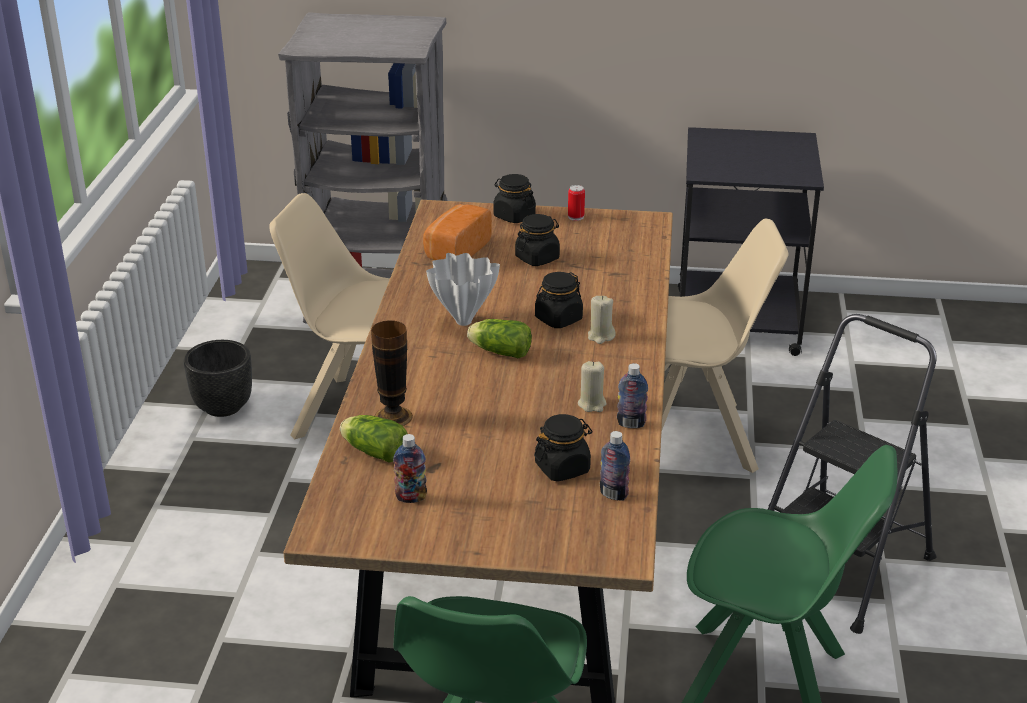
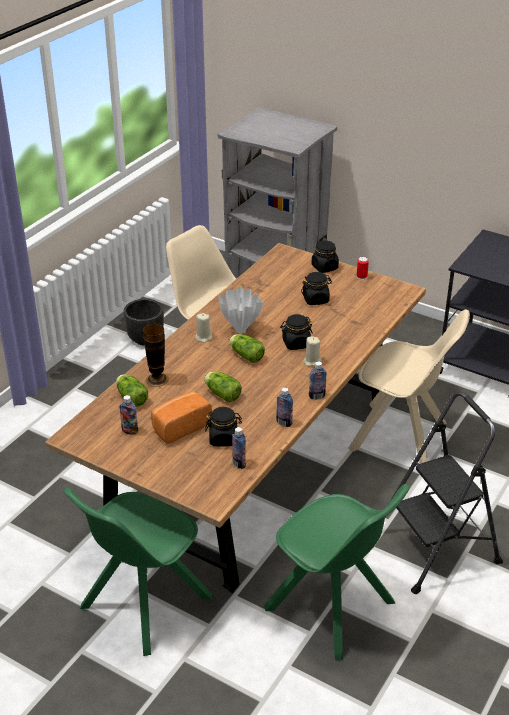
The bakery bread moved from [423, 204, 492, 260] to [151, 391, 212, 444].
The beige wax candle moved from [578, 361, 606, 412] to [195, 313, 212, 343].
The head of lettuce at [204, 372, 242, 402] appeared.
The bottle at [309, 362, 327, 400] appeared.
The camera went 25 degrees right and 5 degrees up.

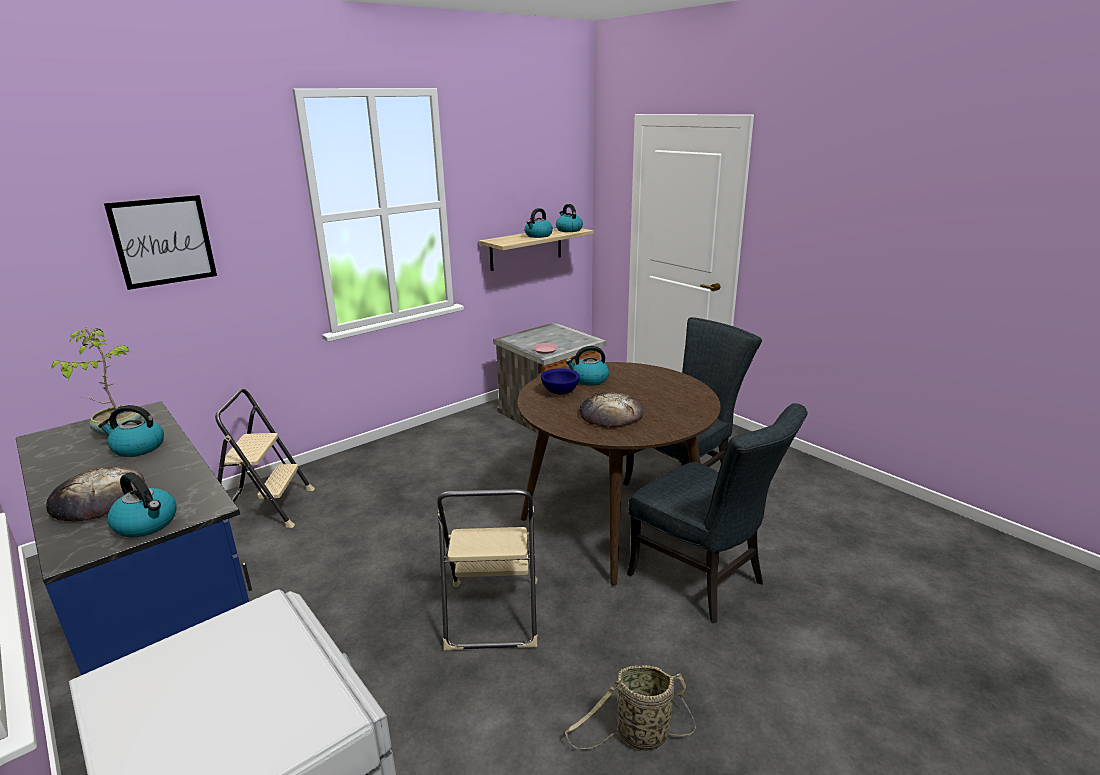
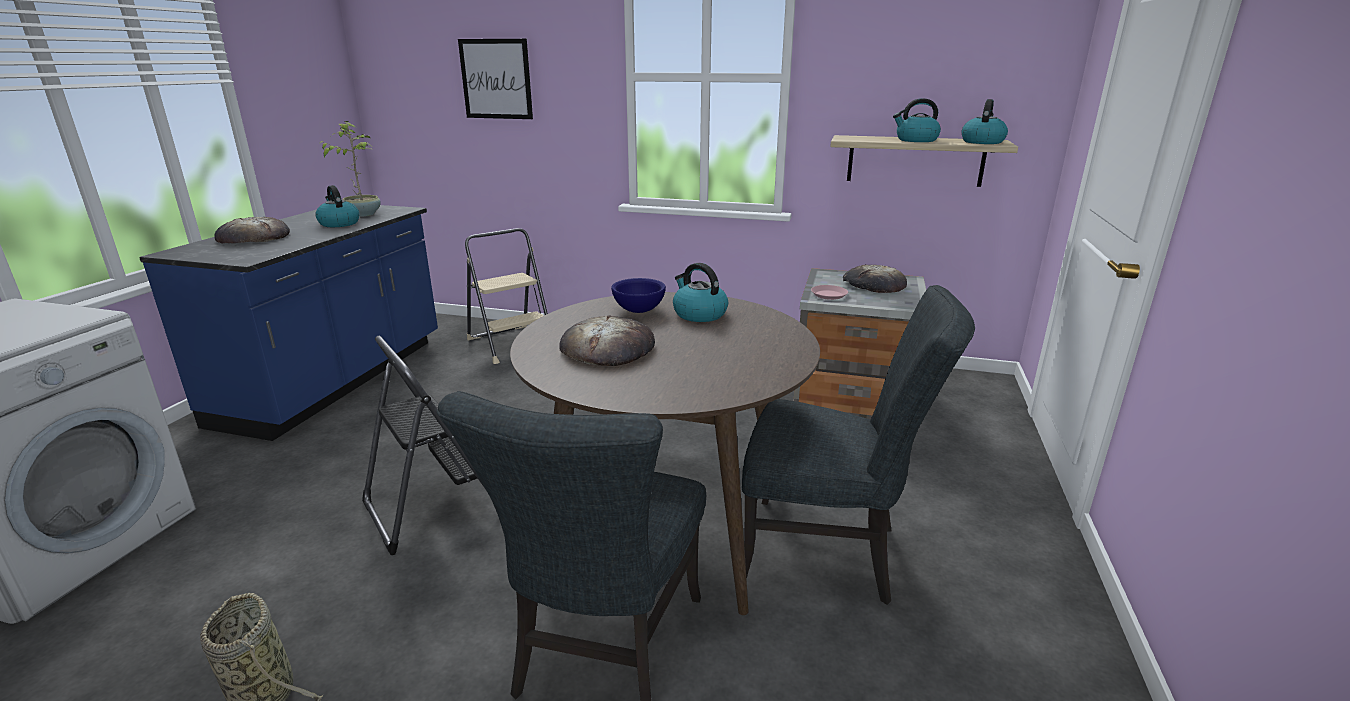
The kettle at [107, 472, 177, 537] disappeared.
The beige step stool at [437, 489, 538, 650] became the black-coloured step stool at [362, 336, 486, 555].
The bakery bread at [843, 264, 907, 293] appeared.
The camera went 55 degrees right and 0 degrees up.

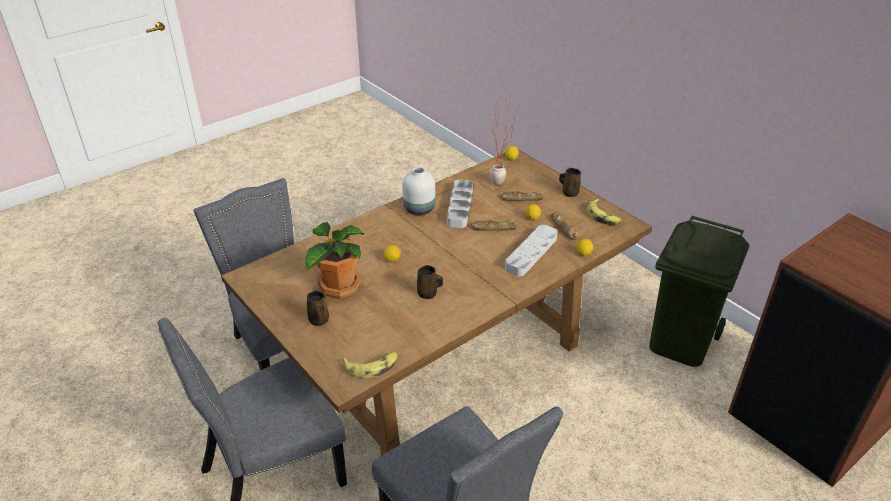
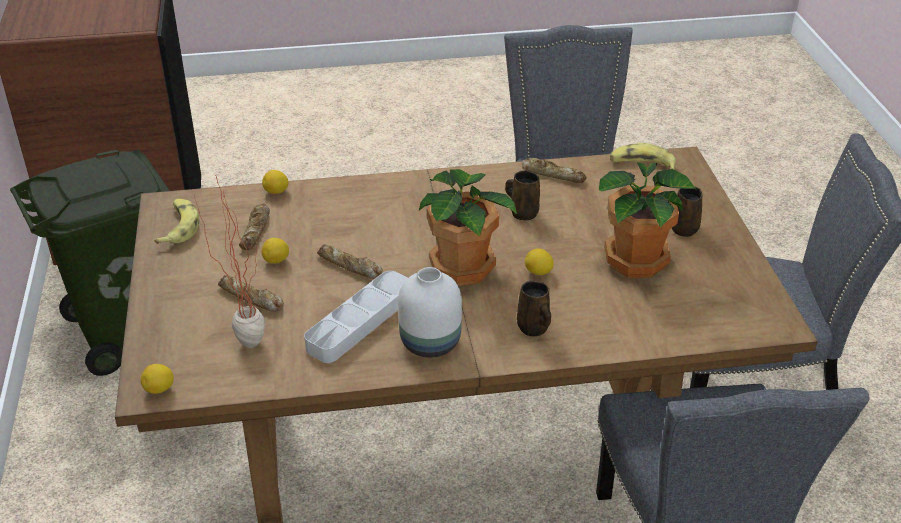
The greyish serving tray at [505, 225, 558, 276] disappeared.
The brown tea mug moved from [559, 168, 581, 197] to [517, 281, 551, 336].
The houseplant at [419, 169, 517, 286] appeared.
The bakery bread at [522, 158, 587, 183] appeared.
The camera went 150 degrees left and 0 degrees up.

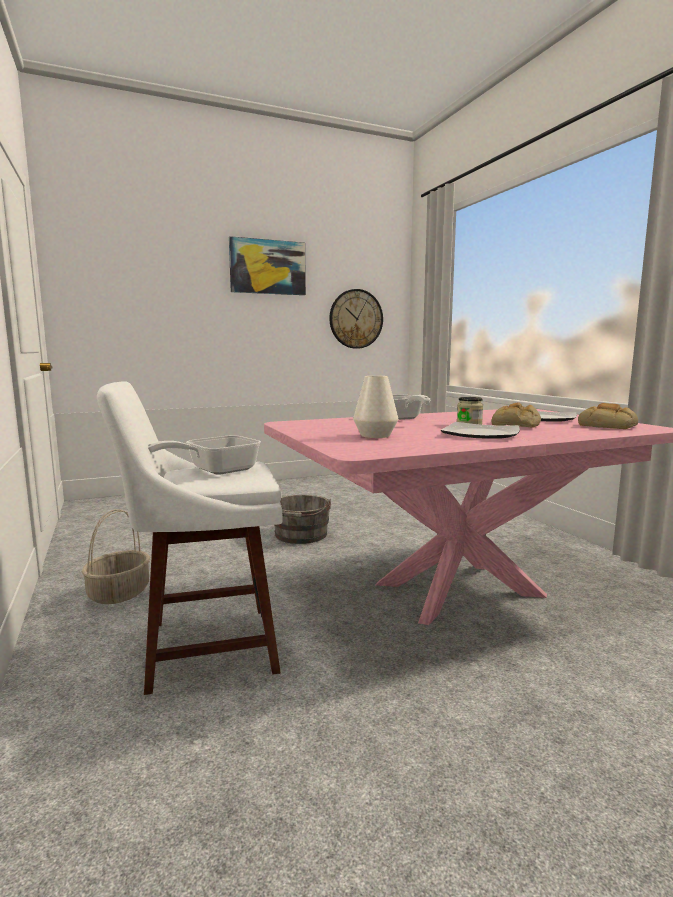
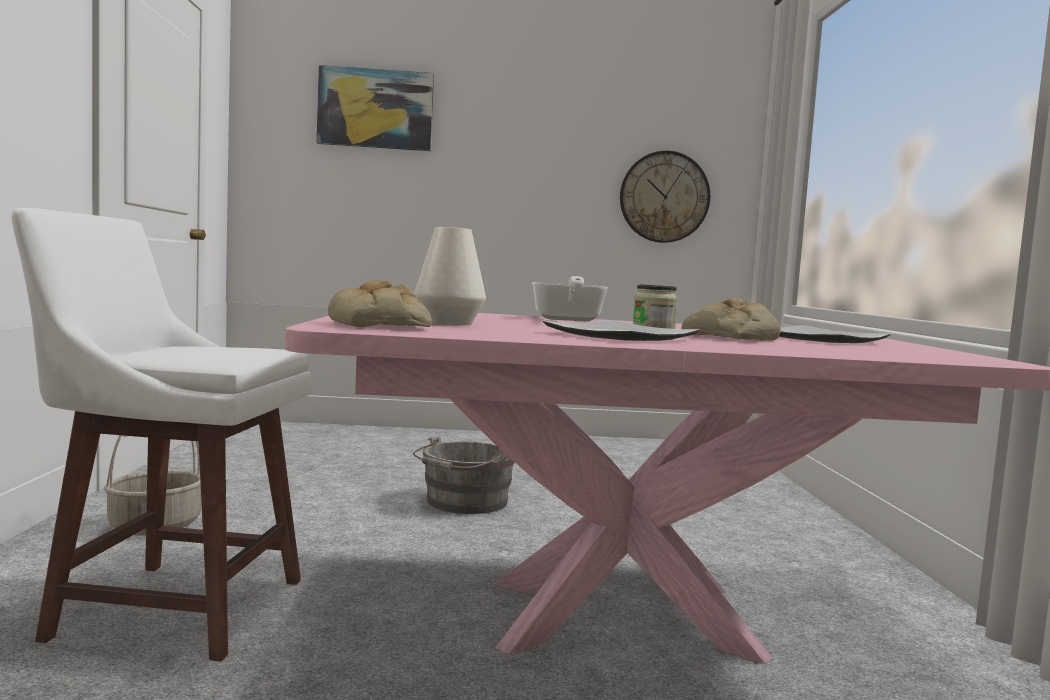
The skillet at [148, 435, 261, 474] disappeared.
The wall picture moved from [229, 236, 306, 295] to [317, 65, 434, 151].
The bakery bread moved from [578, 403, 638, 429] to [328, 280, 432, 327].
The camera went 20 degrees right and 5 degrees down.

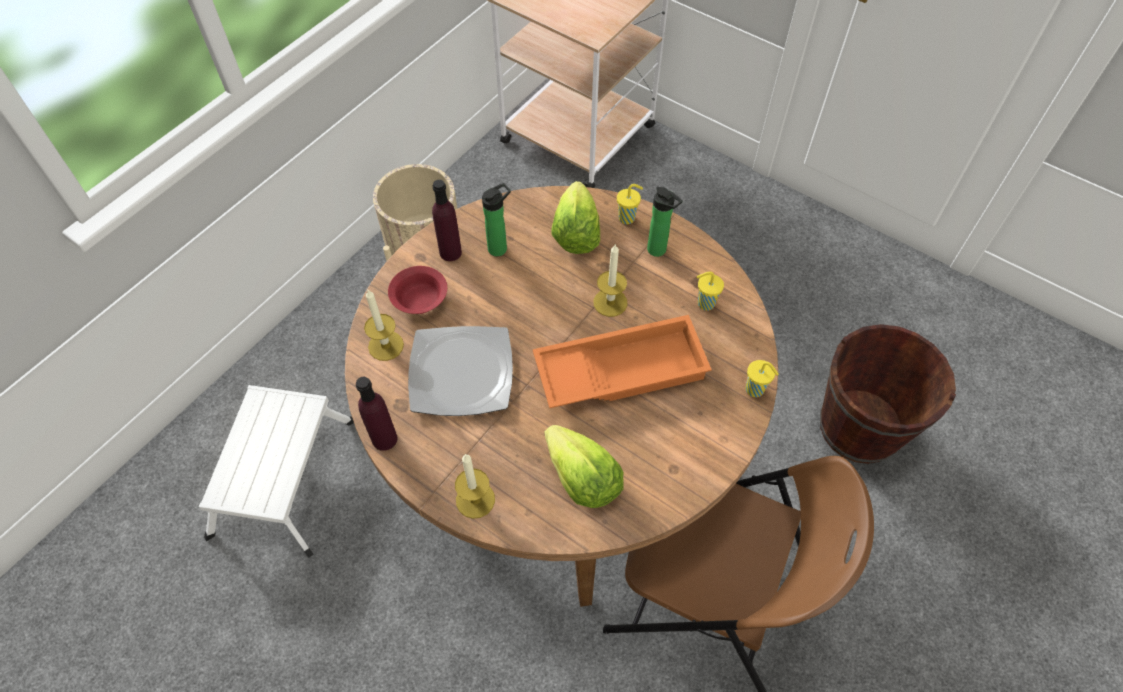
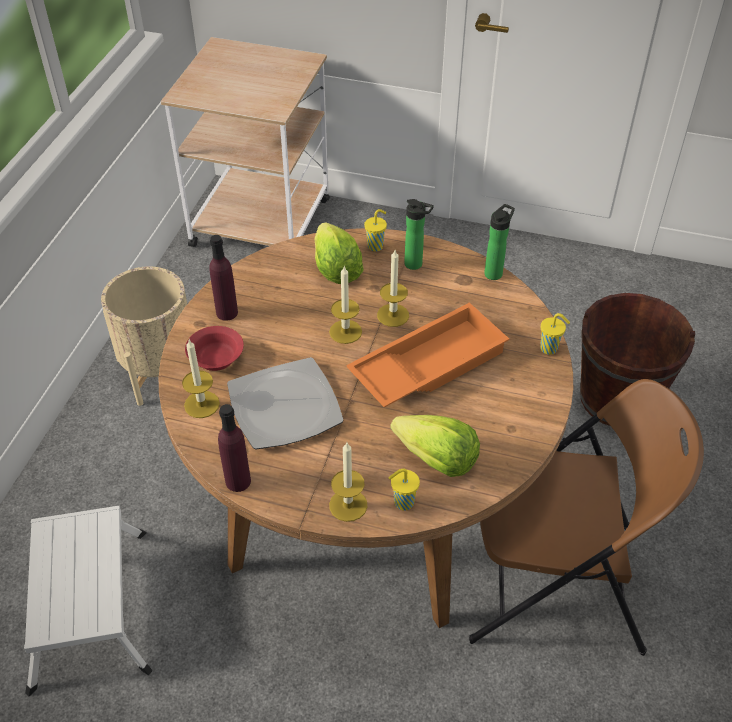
The bottle moved from [482, 183, 511, 256] to [484, 204, 515, 280].
The yellow-coloured drinking cup moved from [697, 272, 724, 311] to [388, 469, 420, 511].
The wax candle at [329, 266, 362, 344] appeared.
The camera went 20 degrees left and 10 degrees down.

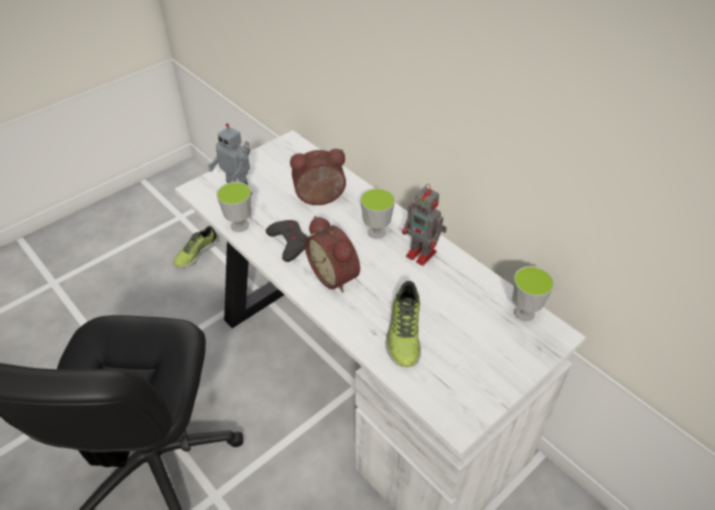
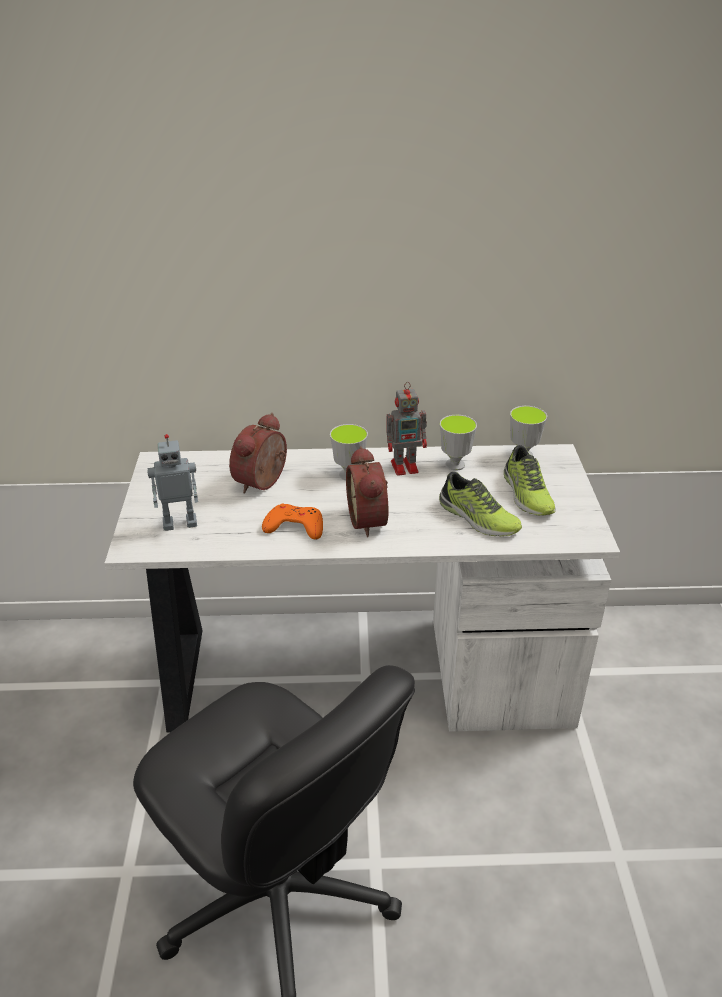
The shoe moved from [174, 226, 219, 268] to [504, 445, 556, 515].
The drinking cup moved from [216, 182, 251, 232] to [440, 415, 477, 471].
The greyish game controller at [266, 220, 307, 262] became the orange game controller at [262, 504, 323, 539].
The table clock at [305, 216, 360, 293] turned 75 degrees clockwise.
The camera went 50 degrees left and 10 degrees down.

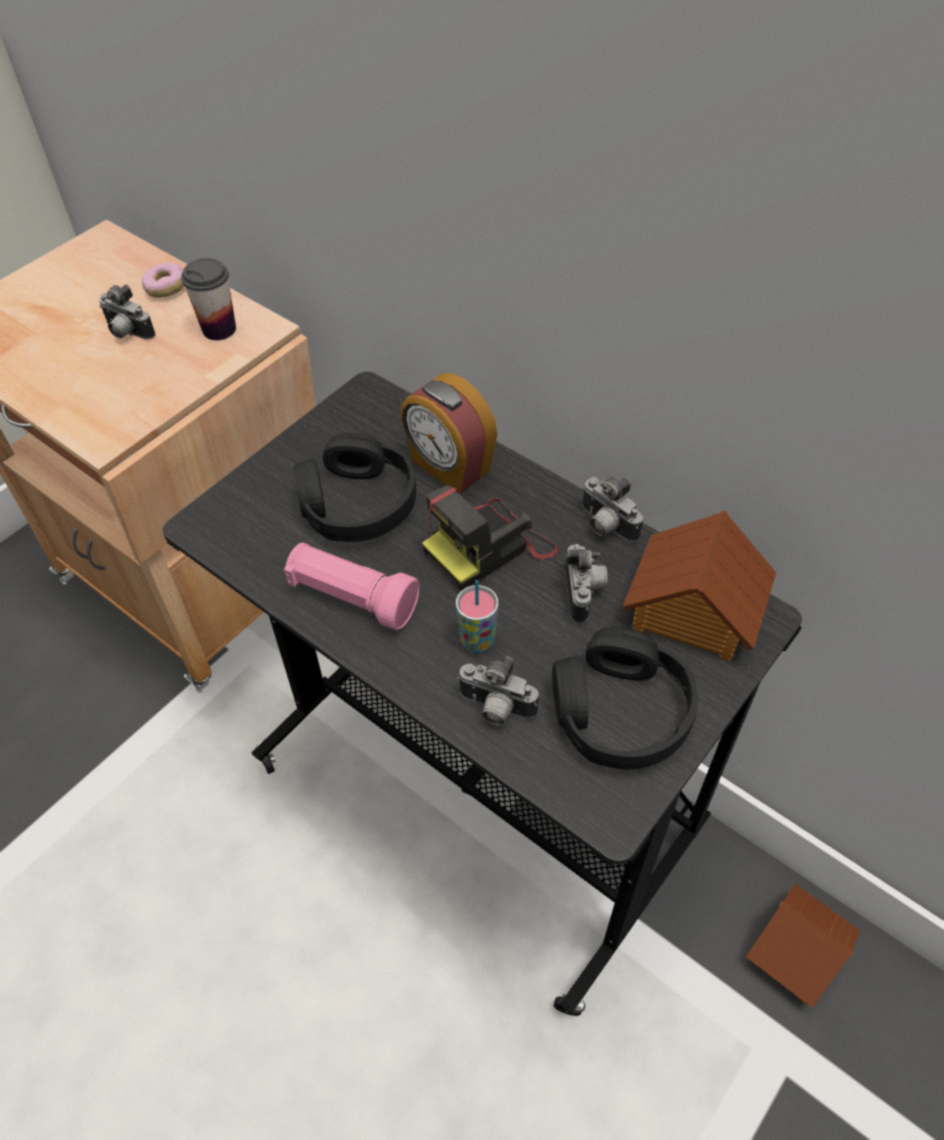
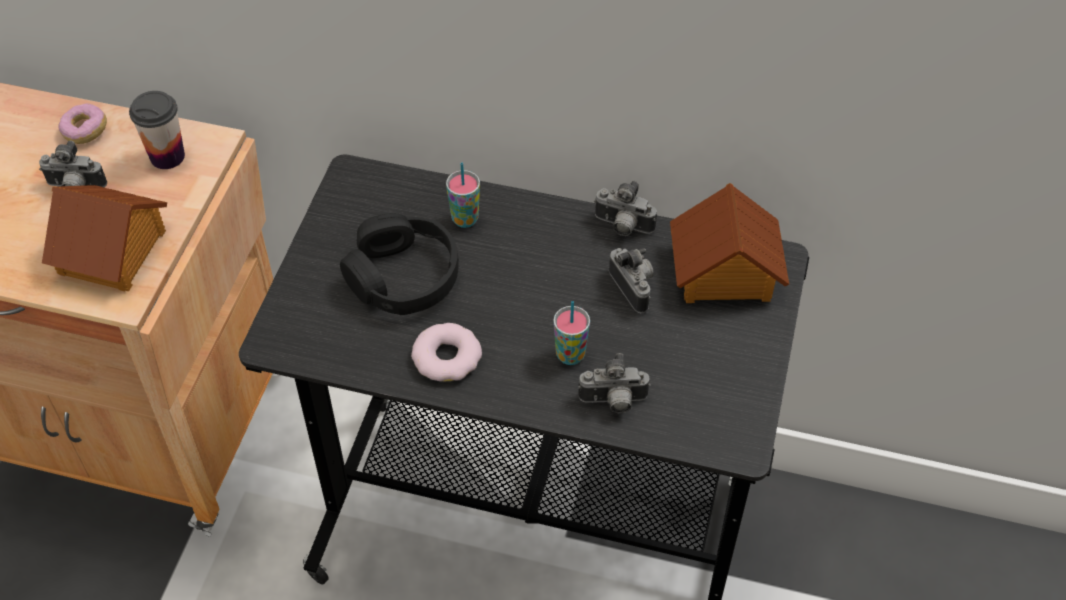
The pink-coloured hand torch at [284, 542, 420, 630] was replaced by the doughnut at [411, 323, 482, 381].
The table clock at [400, 373, 497, 494] was replaced by the drinking cup at [446, 163, 480, 228].
The photo camera at [422, 485, 558, 591] disappeared.
The black-coloured headphones at [552, 627, 698, 770] disappeared.
The miniature house moved from [746, 884, 860, 1008] to [42, 185, 167, 291].
The camera went 25 degrees left and 0 degrees up.

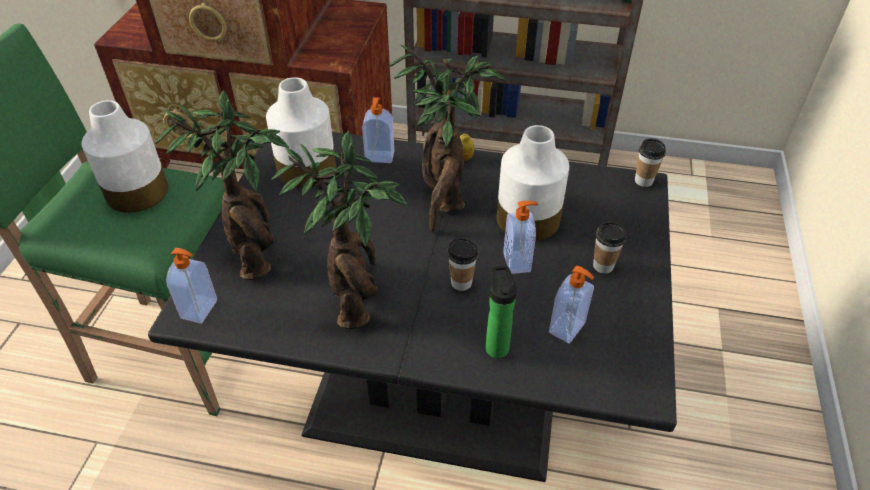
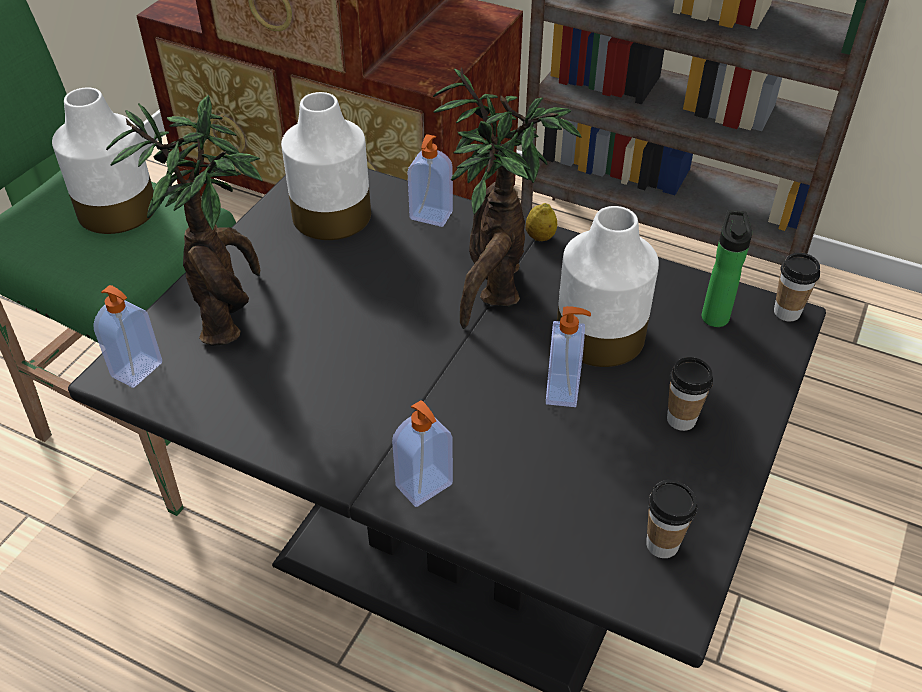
The houseplant at [271, 130, 407, 329] disappeared.
The drinking cup moved from [447, 238, 478, 291] to [646, 480, 697, 558].
The bottle moved from [486, 266, 517, 358] to [702, 210, 752, 327].
The soap dispenser moved from [549, 266, 595, 344] to [392, 400, 453, 507].
The camera went 15 degrees right and 0 degrees up.

